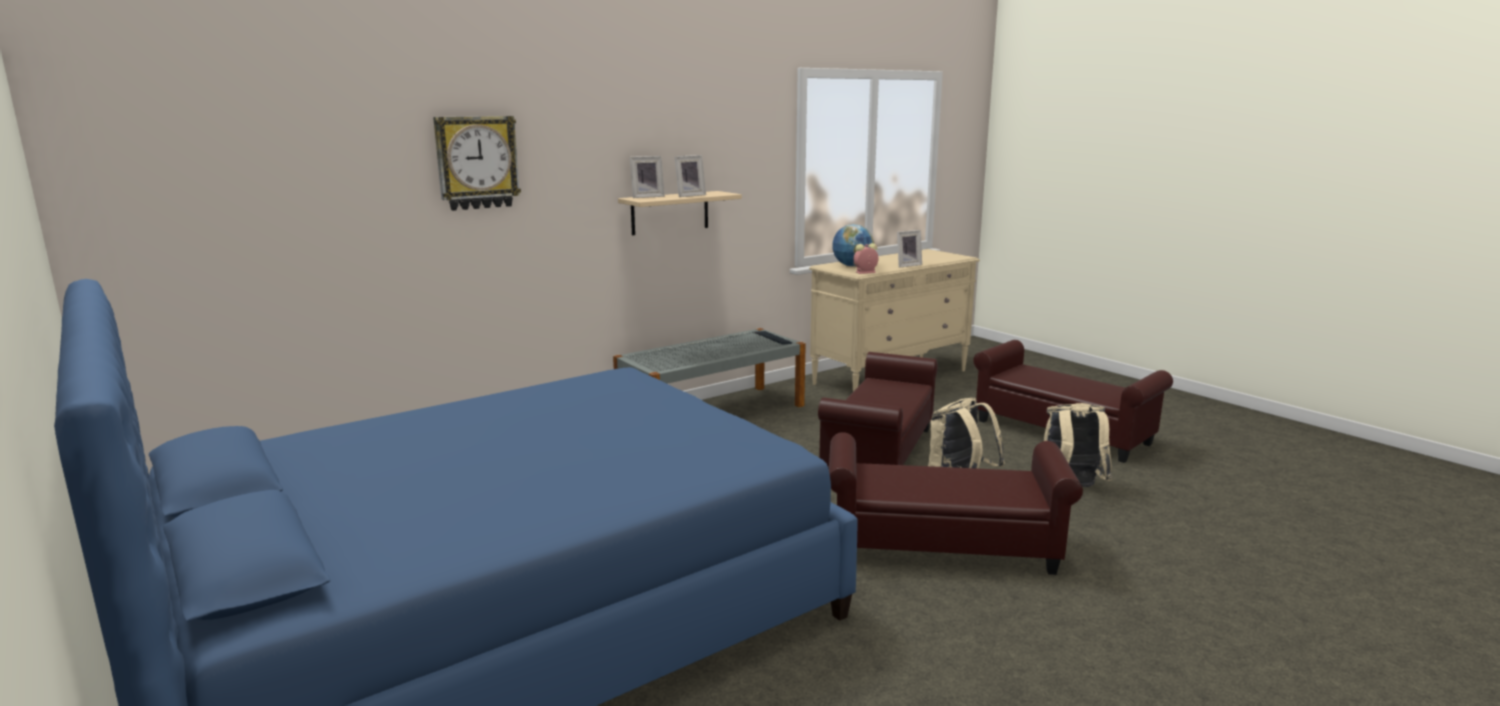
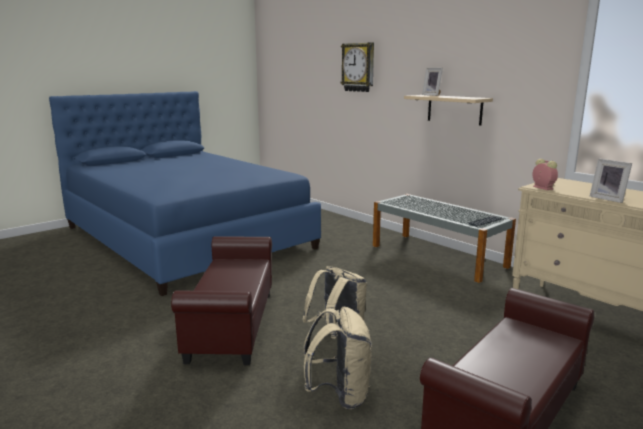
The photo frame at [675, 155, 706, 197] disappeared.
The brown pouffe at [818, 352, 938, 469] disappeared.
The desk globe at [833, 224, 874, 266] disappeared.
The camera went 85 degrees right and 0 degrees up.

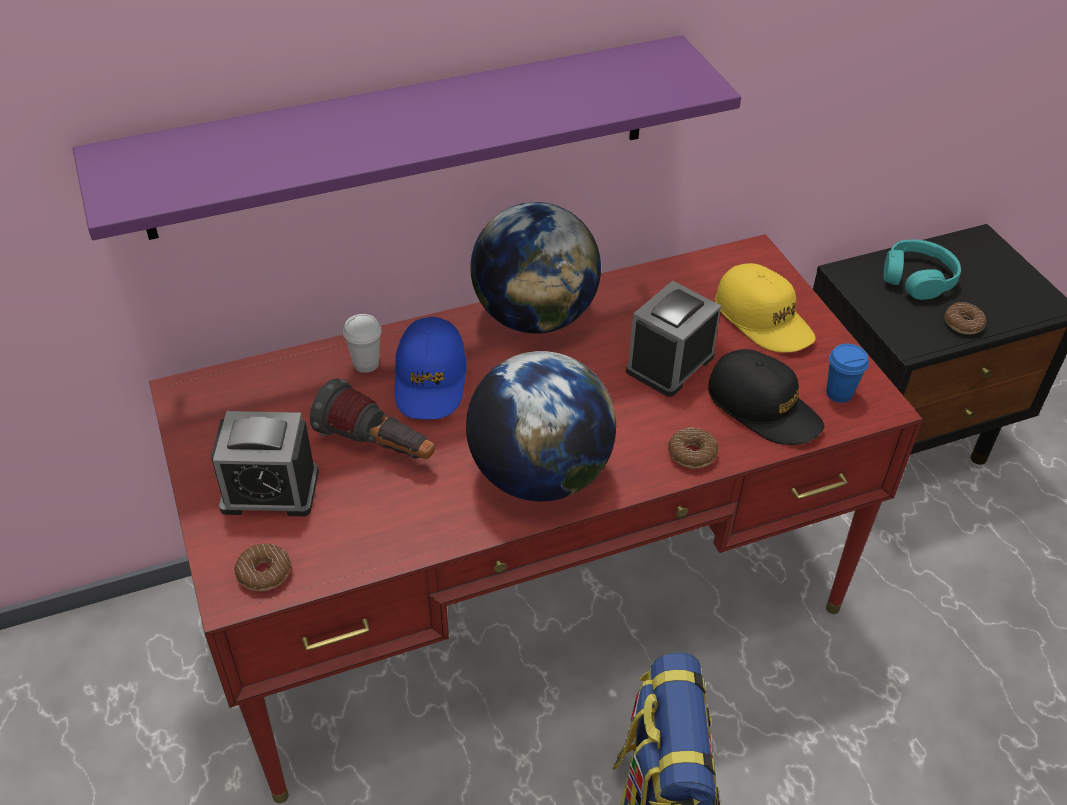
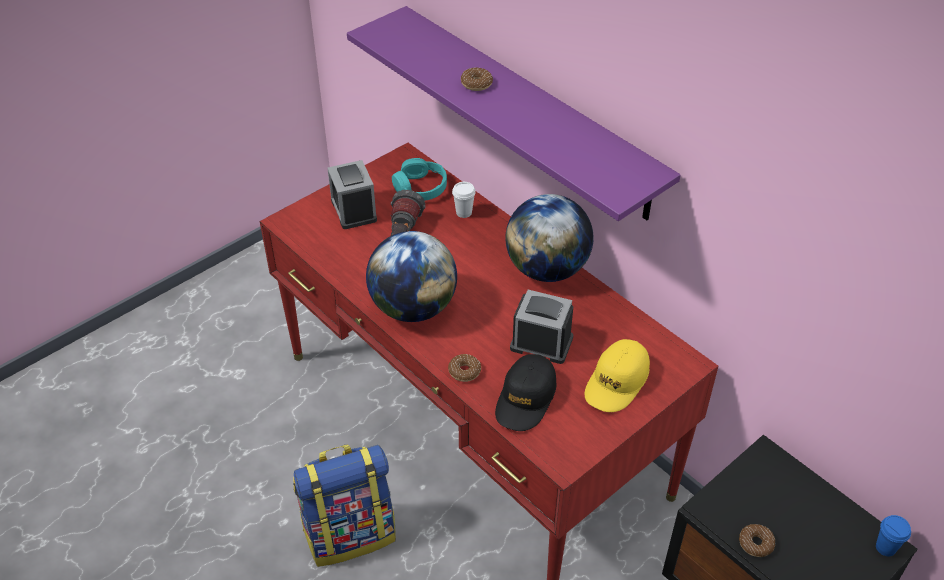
The doughnut moved from [234, 544, 291, 591] to [461, 67, 493, 91].
The blue-coloured cap at [395, 317, 467, 419] disappeared.
The blue-coloured drinking cup moved from [826, 344, 869, 403] to [876, 515, 911, 556].
The turquoise-coloured headphones moved from [884, 239, 961, 300] to [392, 158, 447, 201].
The camera went 70 degrees right and 0 degrees up.

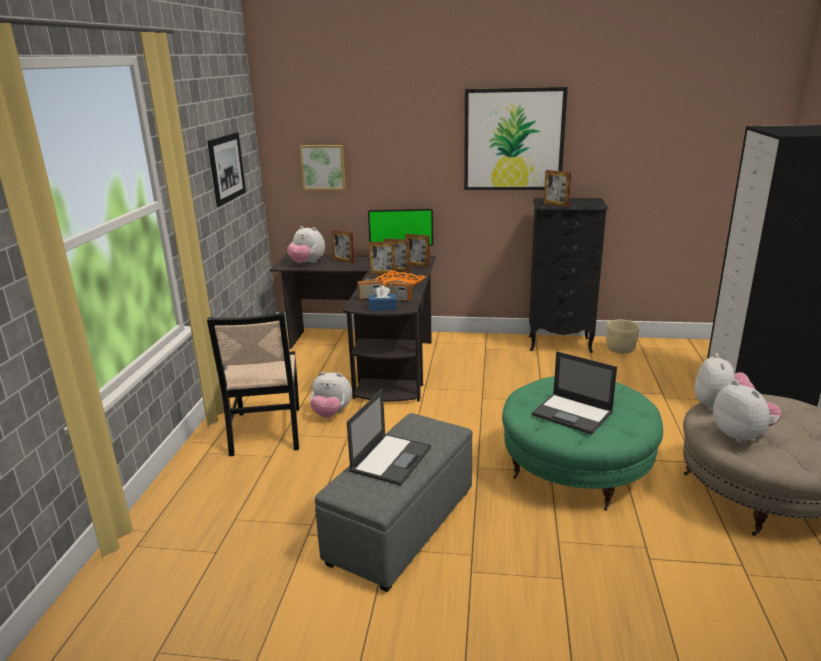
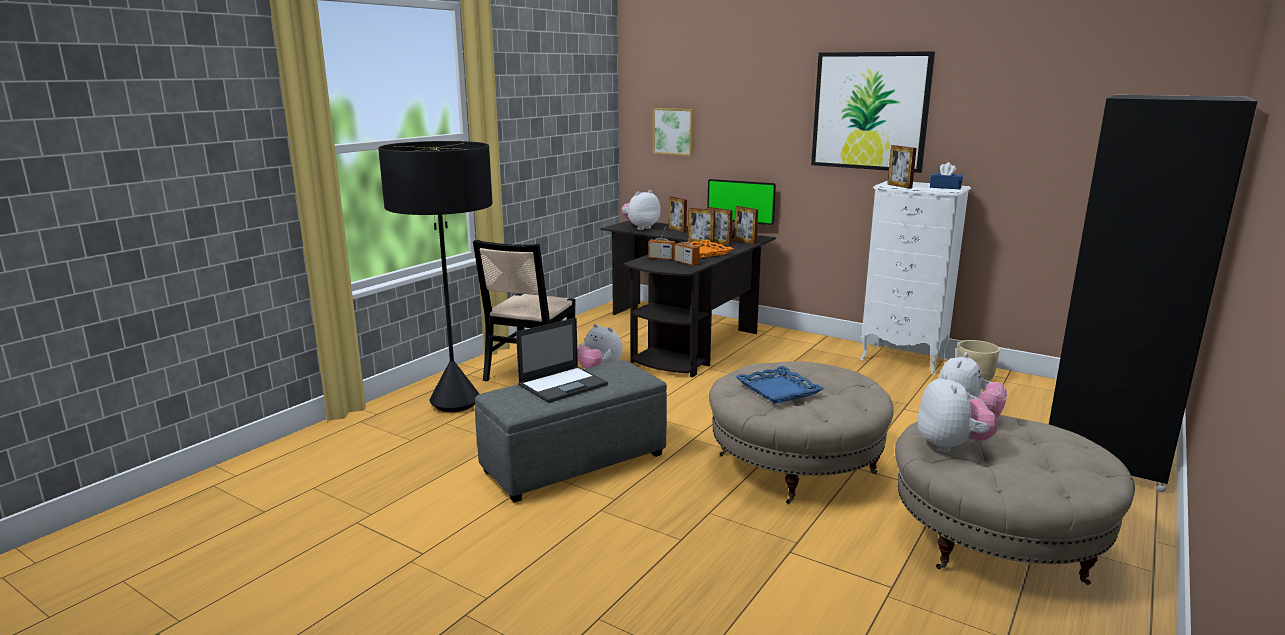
The wall picture at [208, 132, 246, 207] disappeared.
The plush toy at [287, 226, 325, 263] turned 90 degrees clockwise.
The blue-coloured tissue holder moved from [369, 285, 397, 311] to [930, 162, 963, 189].
The green-coloured pouffe at [502, 376, 663, 511] became the beige pouffe at [709, 361, 894, 504].
The black-coloured drawer chest at [529, 198, 609, 353] became the white-coloured drawer chest at [860, 181, 971, 374].
The portable computer at [532, 351, 617, 435] was replaced by the blue-coloured serving tray at [736, 366, 824, 404].
The black-coloured floor lamp at [378, 141, 492, 412] appeared.
The camera went 25 degrees right and 5 degrees down.

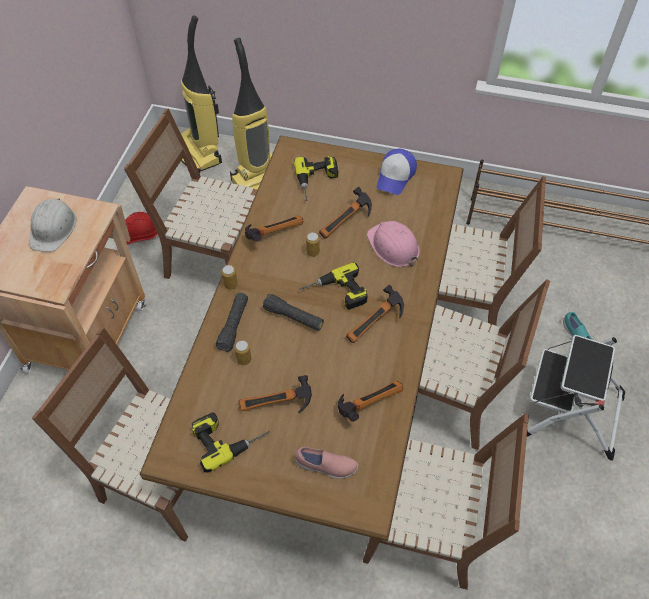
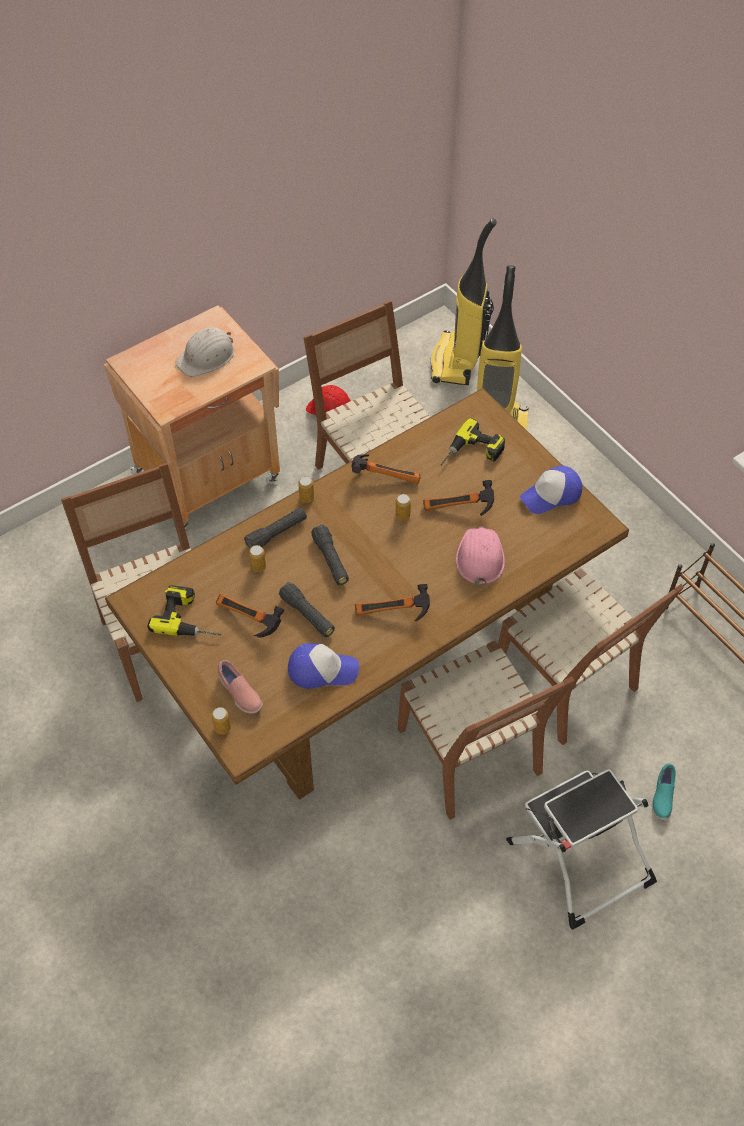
The power drill at [299, 263, 368, 310] disappeared.
The hand hammer at [338, 381, 404, 422] was replaced by the cap at [288, 643, 359, 689].
The upright chair at [363, 414, 529, 590] disappeared.
The can at [212, 707, 231, 735] appeared.
The black-coloured hand torch at [279, 582, 335, 637] appeared.
The camera went 40 degrees right and 0 degrees up.

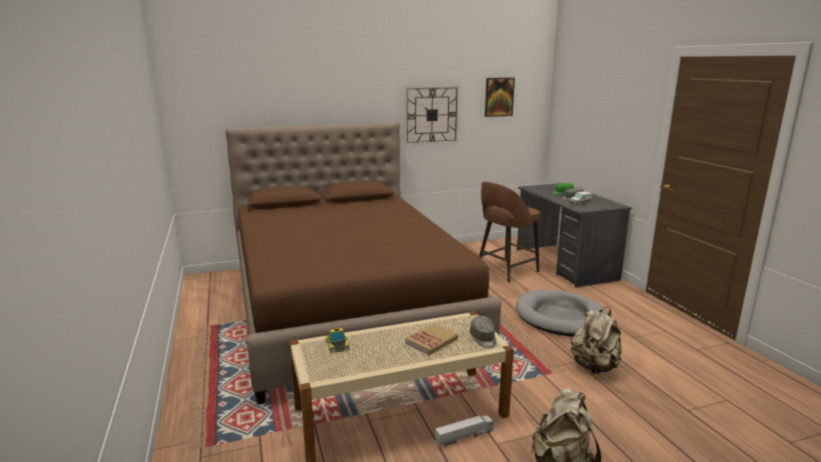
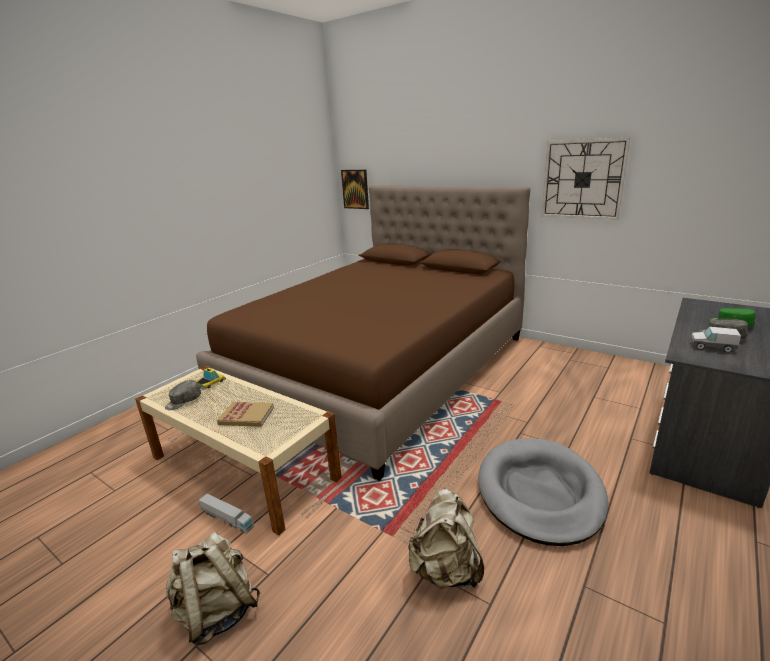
The greyish cap moved from [470, 316, 496, 348] to [165, 380, 201, 410].
The brown stool seat at [479, 182, 540, 283] disappeared.
The wall picture moved from [485, 78, 515, 117] to [341, 170, 369, 209].
The camera went 55 degrees right and 5 degrees up.

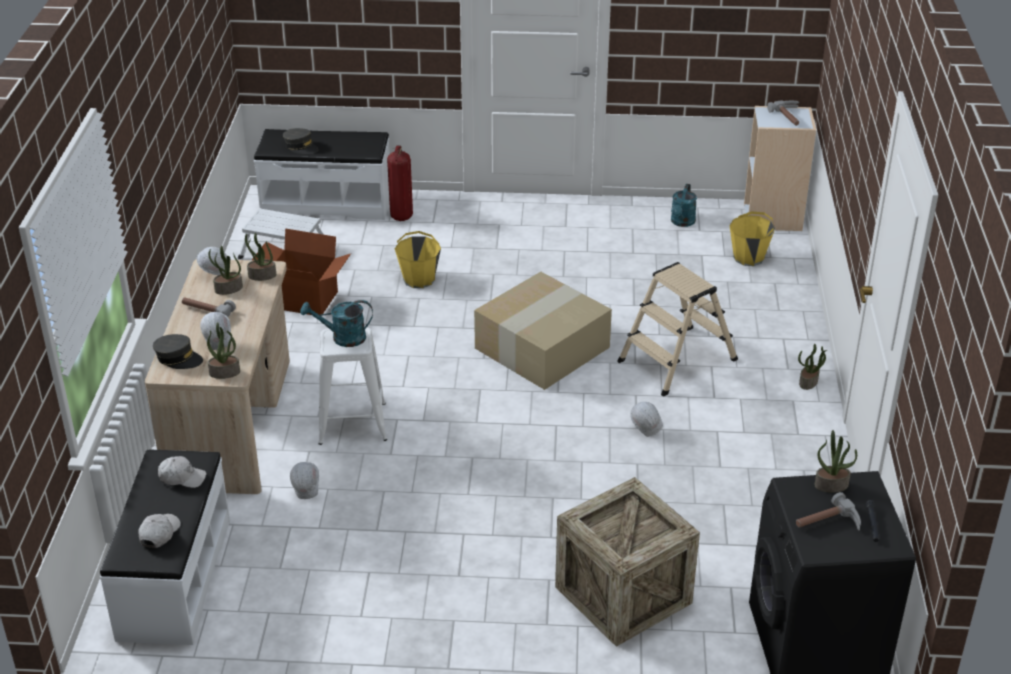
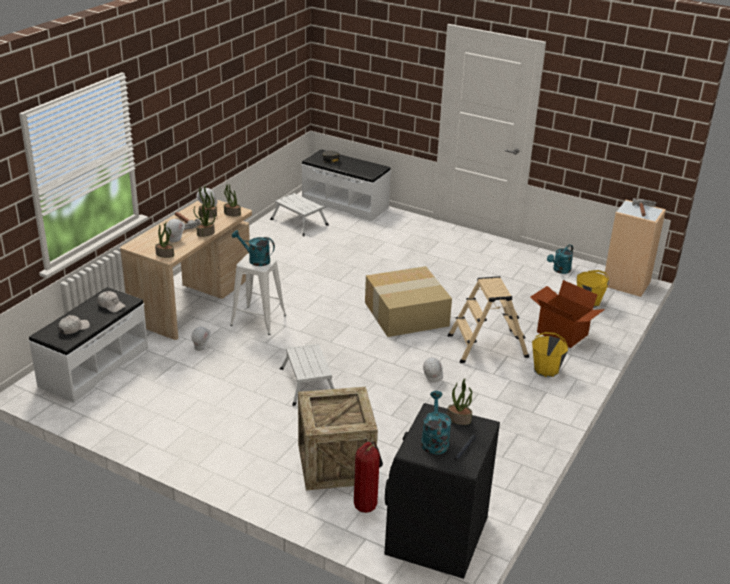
The greyish cap at [153, 334, 203, 369] disappeared.
The cardboard box moved from [252, 228, 351, 315] to [530, 280, 605, 348].
The fire extinguisher moved from [387, 145, 413, 221] to [354, 442, 383, 513].
The yellow-coloured pail moved from [395, 231, 441, 288] to [532, 332, 568, 377].
The hand hammer at [796, 492, 861, 531] was replaced by the turquoise-coloured watering pot at [421, 391, 451, 454].
The houseplant moved from [798, 344, 827, 390] to [194, 203, 215, 237].
The white-coloured step stool at [280, 344, 335, 406] appeared.
The camera went 25 degrees right and 5 degrees down.

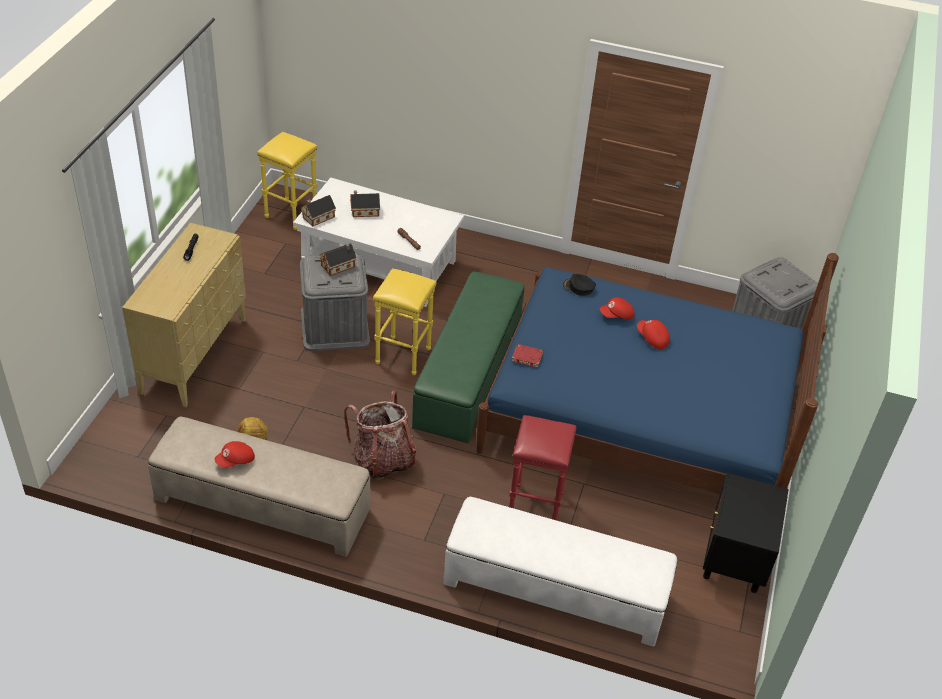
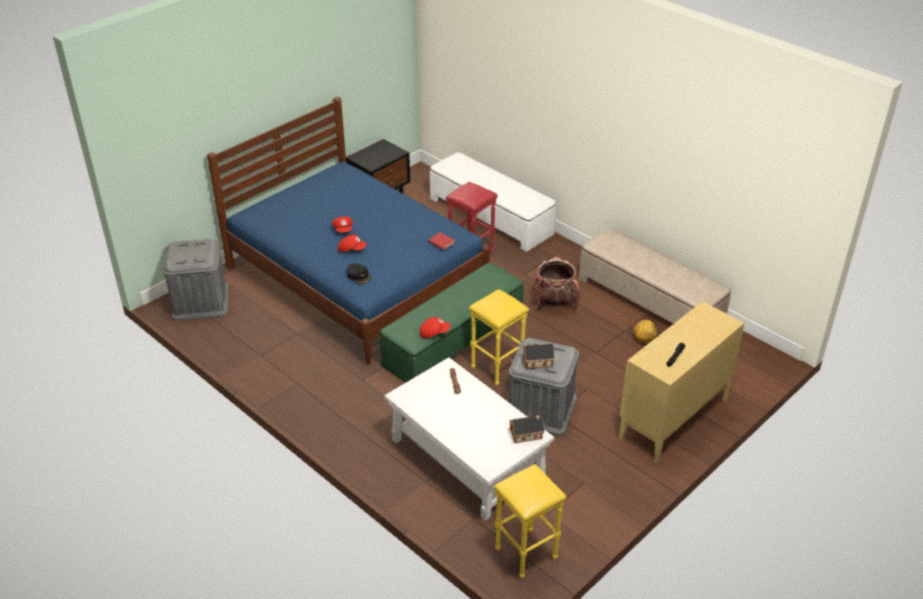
The red cap moved from [215, 441, 255, 468] to [420, 317, 450, 338].
The miniature house at [350, 190, 380, 217] disappeared.
The camera went 150 degrees left and 5 degrees down.

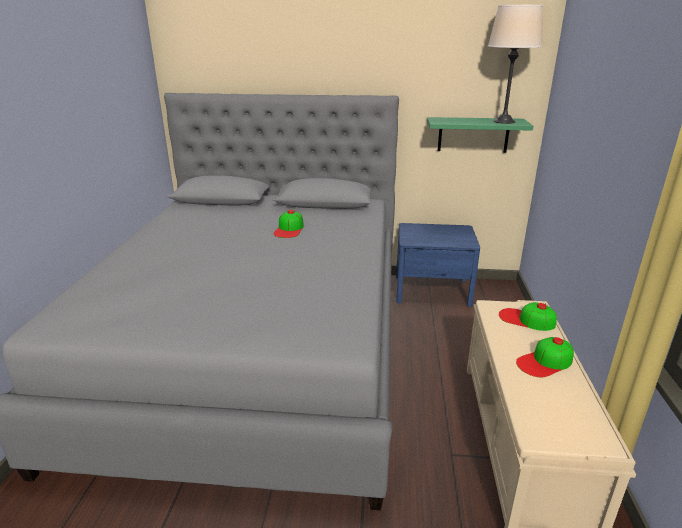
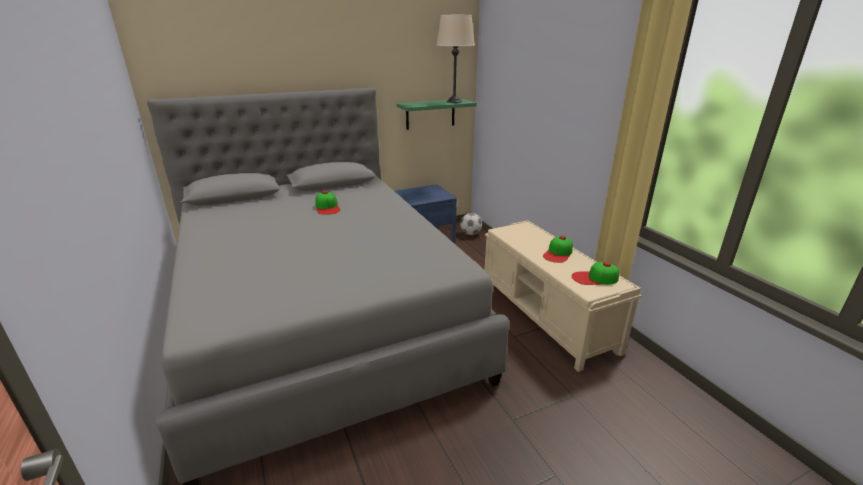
The cap moved from [499, 302, 557, 331] to [572, 262, 619, 285].
The football at [460, 213, 482, 235] appeared.
The camera went 30 degrees left and 0 degrees up.

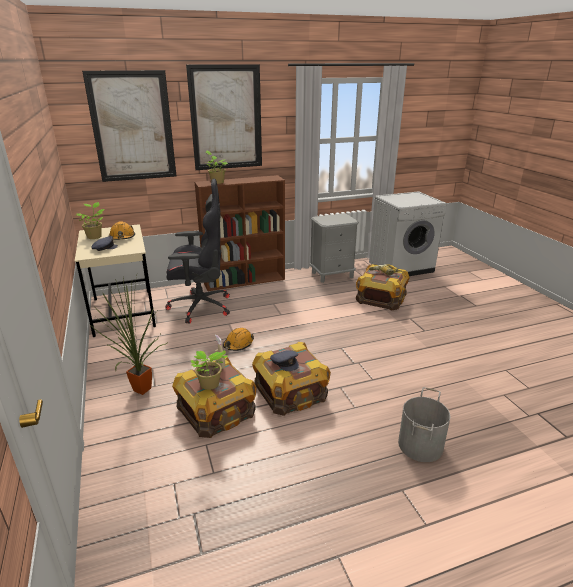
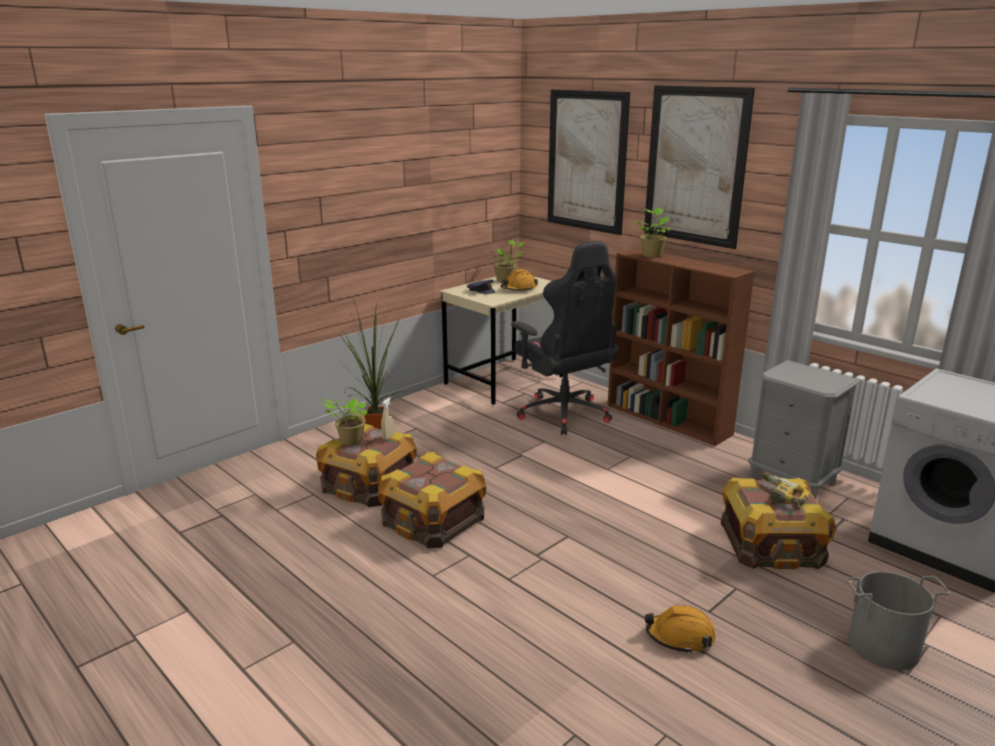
The orange hard hat moved from [223, 328, 254, 351] to [645, 606, 716, 654].
The greyish cap at [270, 350, 299, 371] disappeared.
The greyish pail moved from [398, 387, 450, 462] to [846, 572, 950, 670].
The camera went 65 degrees right and 5 degrees down.

